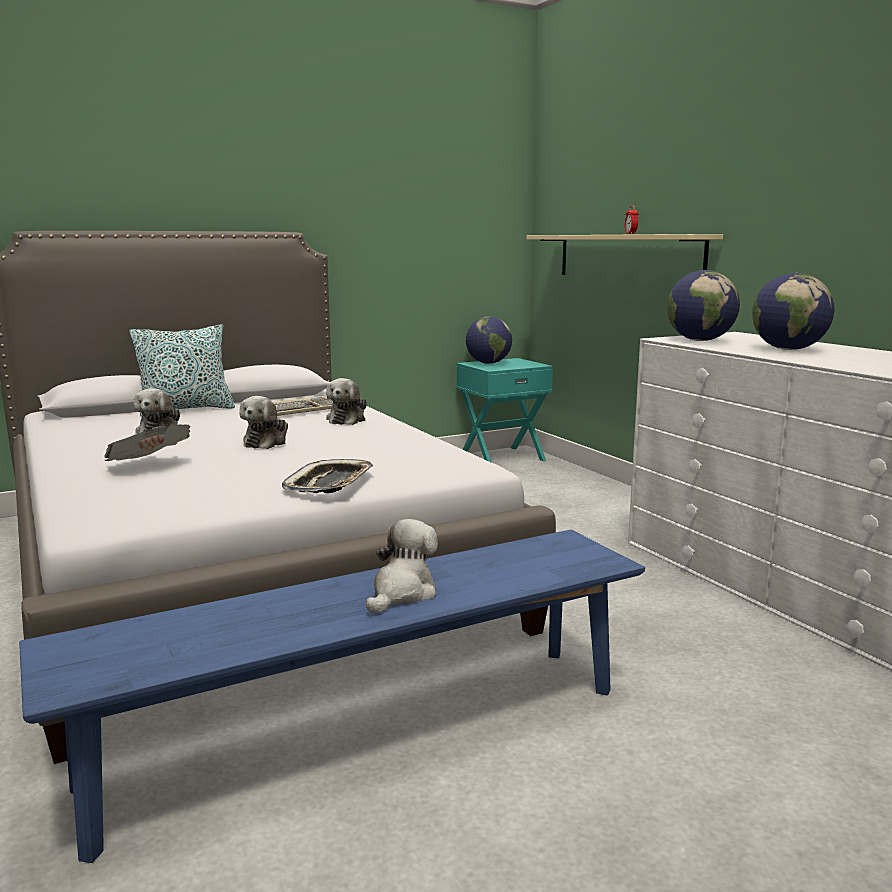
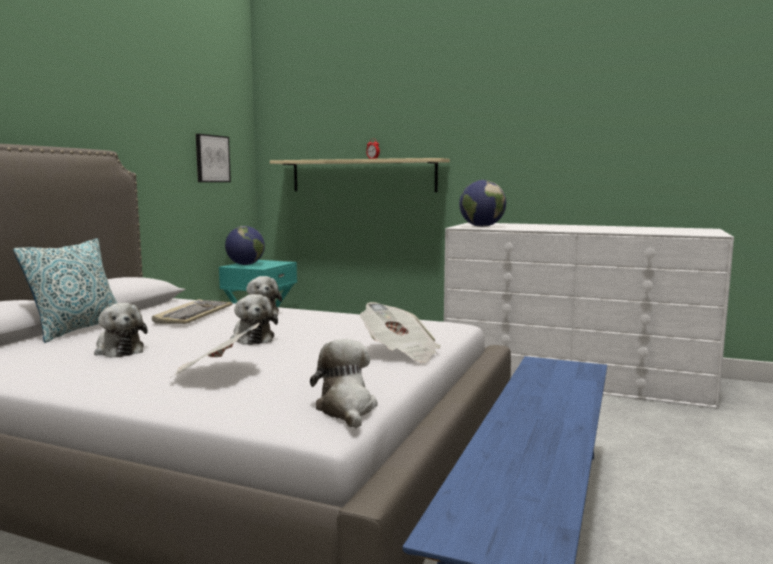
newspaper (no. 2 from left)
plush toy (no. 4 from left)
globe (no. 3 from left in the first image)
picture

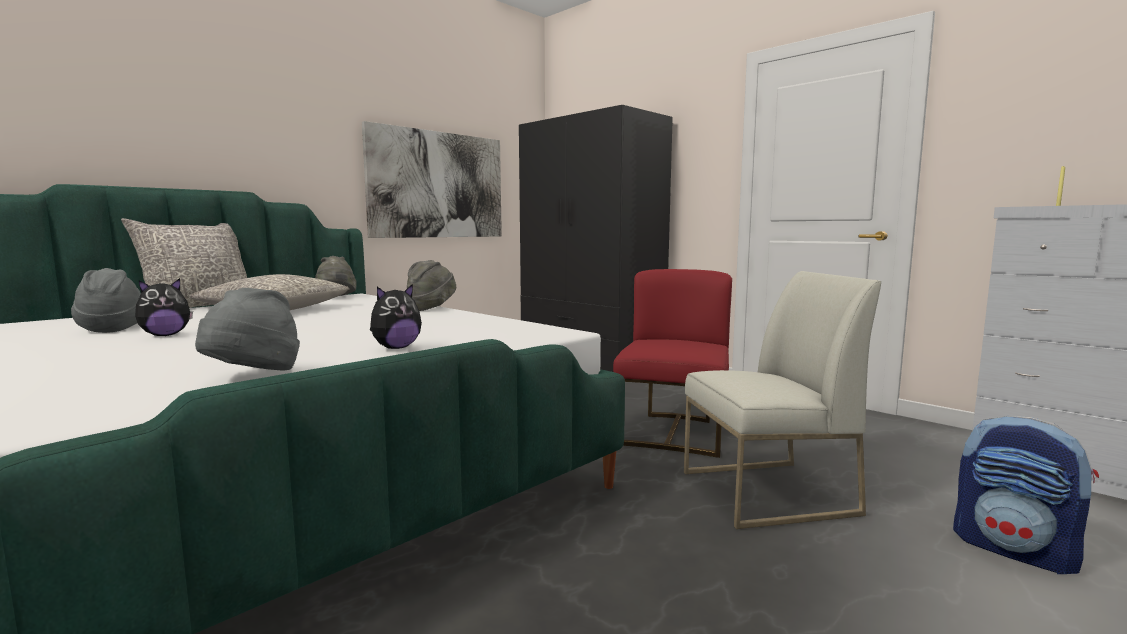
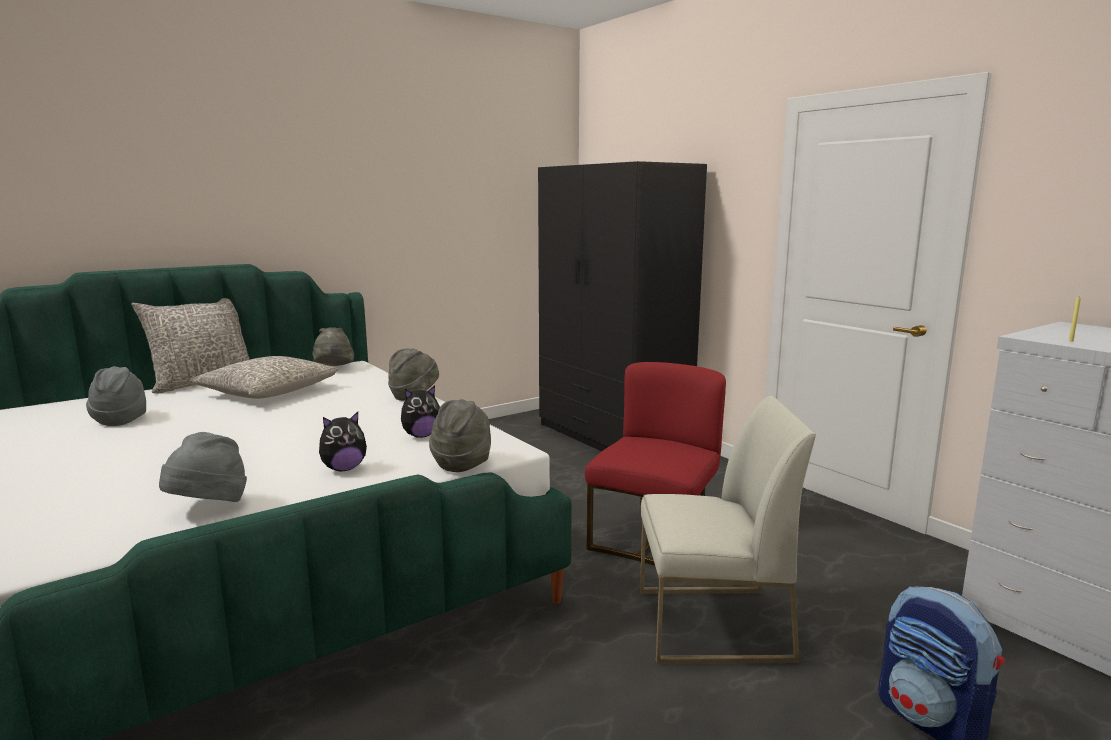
plush toy (no. 2 from left)
picture
hat in grey (no. 5 from left)

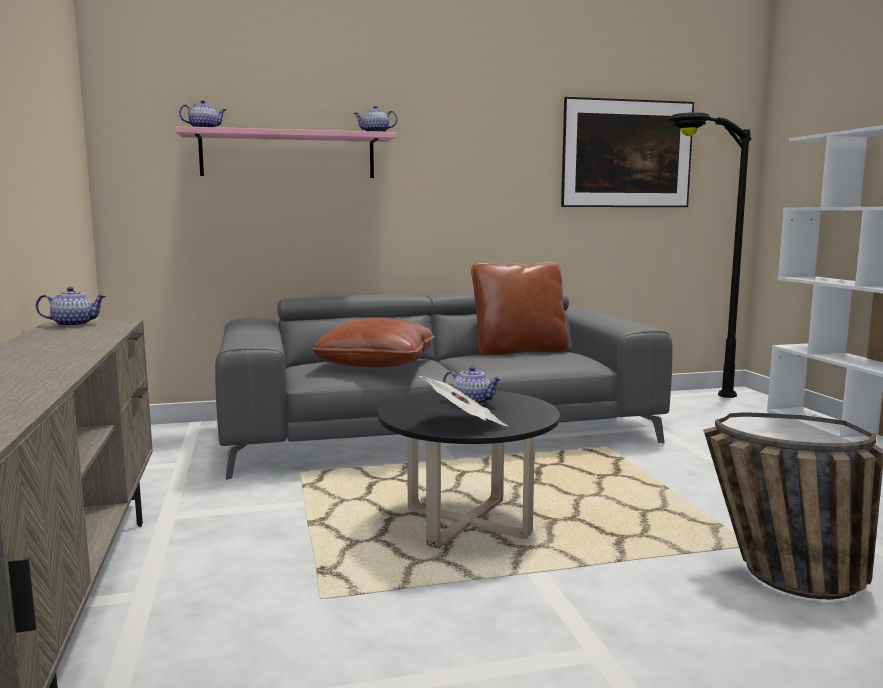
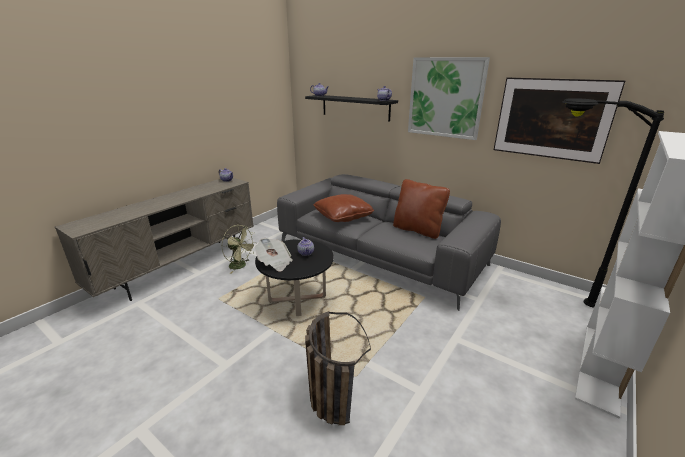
shelf in black
fan in green
picture (no. 1 from left)

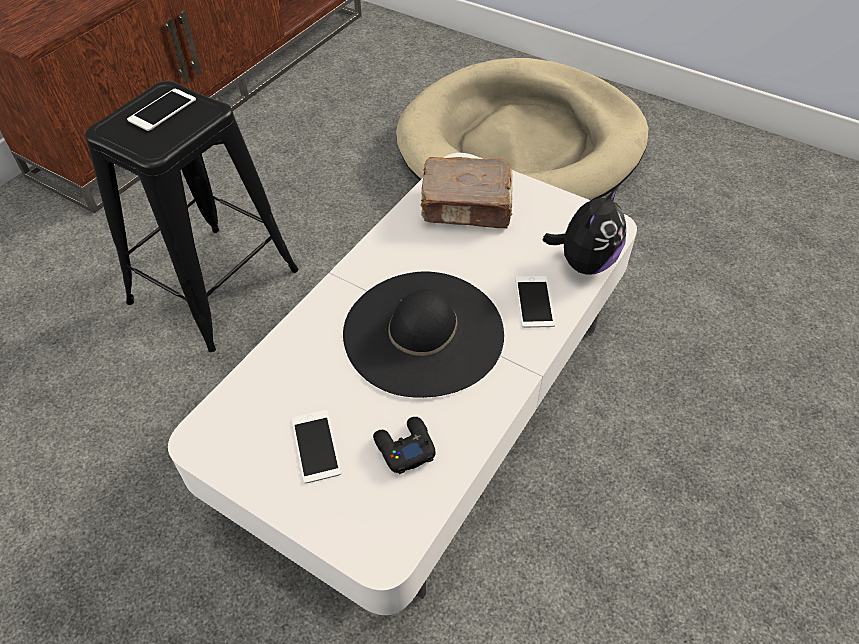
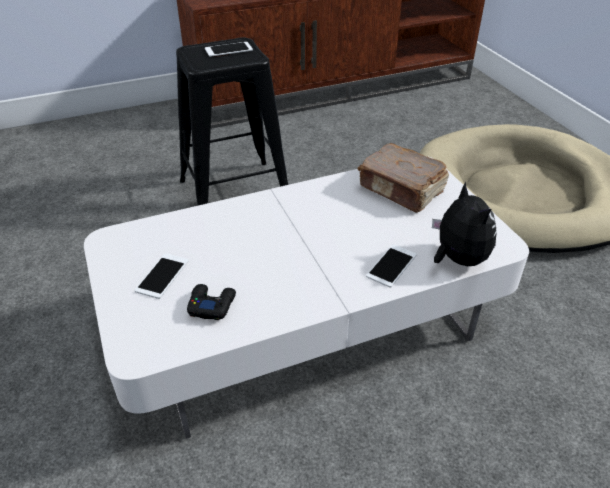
hat in black
plush toy

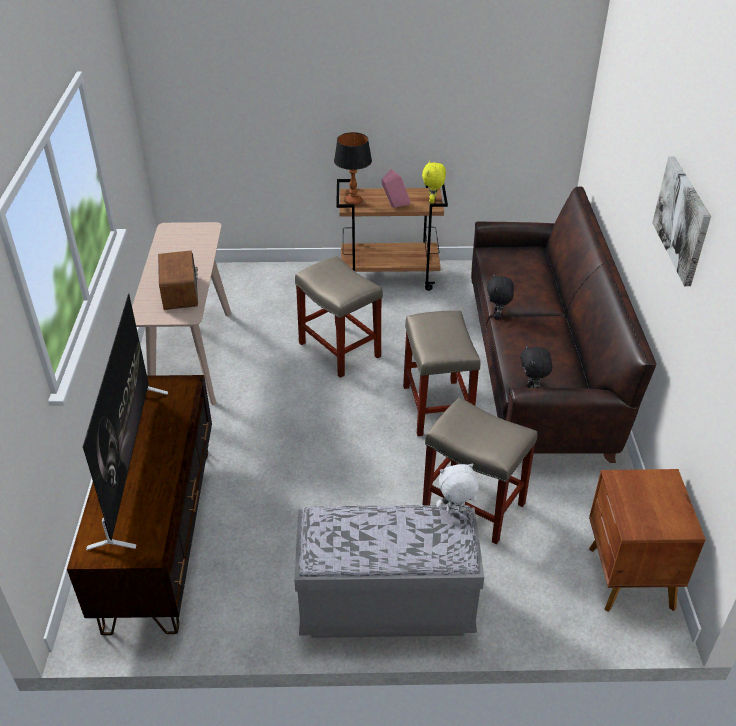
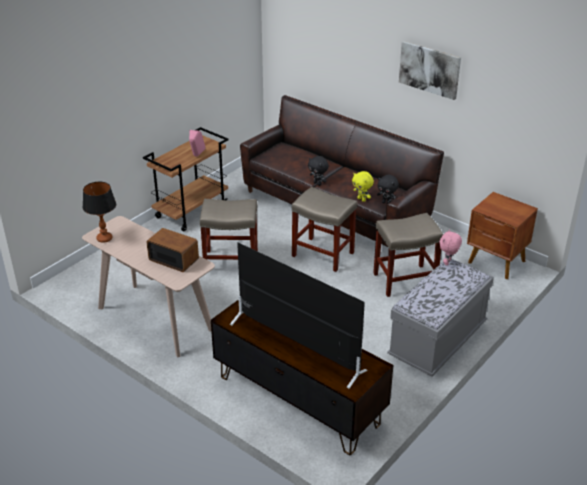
table lamp
plush toy in yellow
plush toy in pink

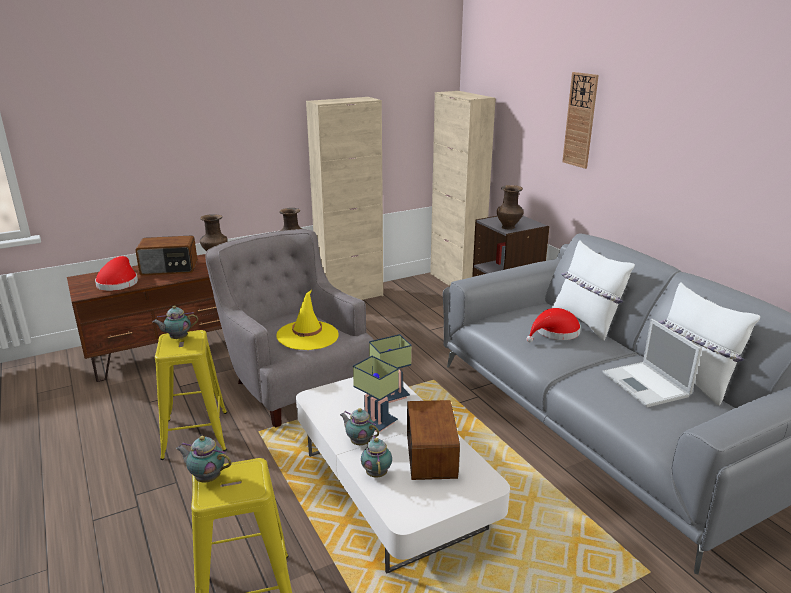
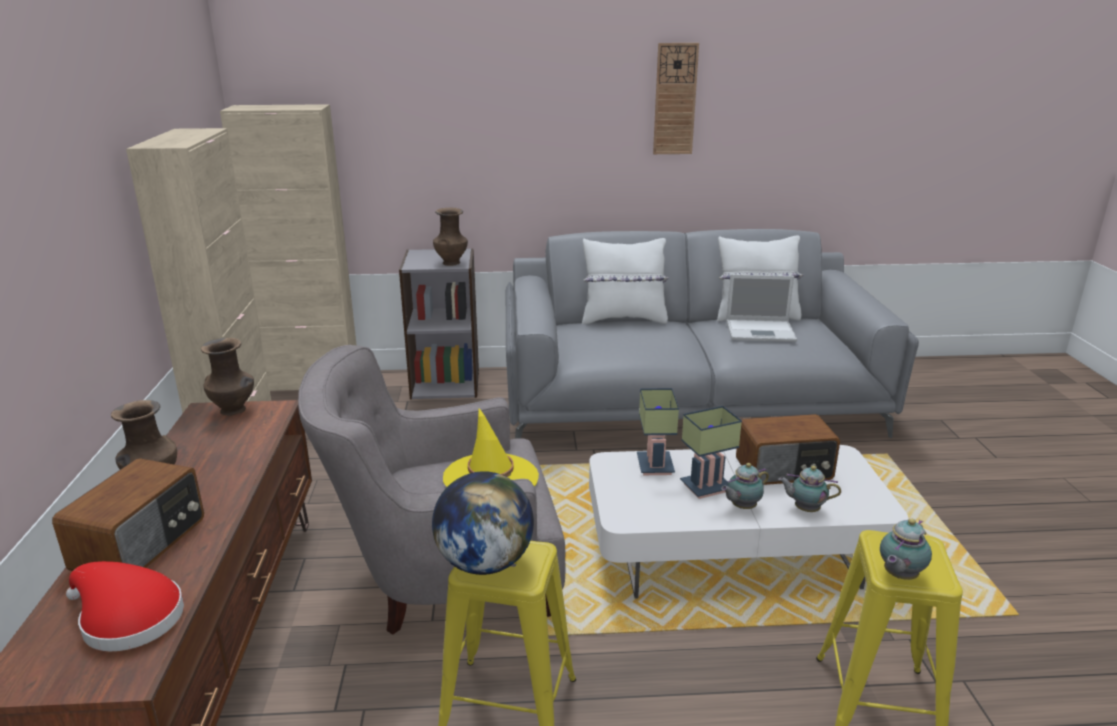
globe
radio (no. 2 from left)
hat in red (no. 2 from left in the first image)
wall clock

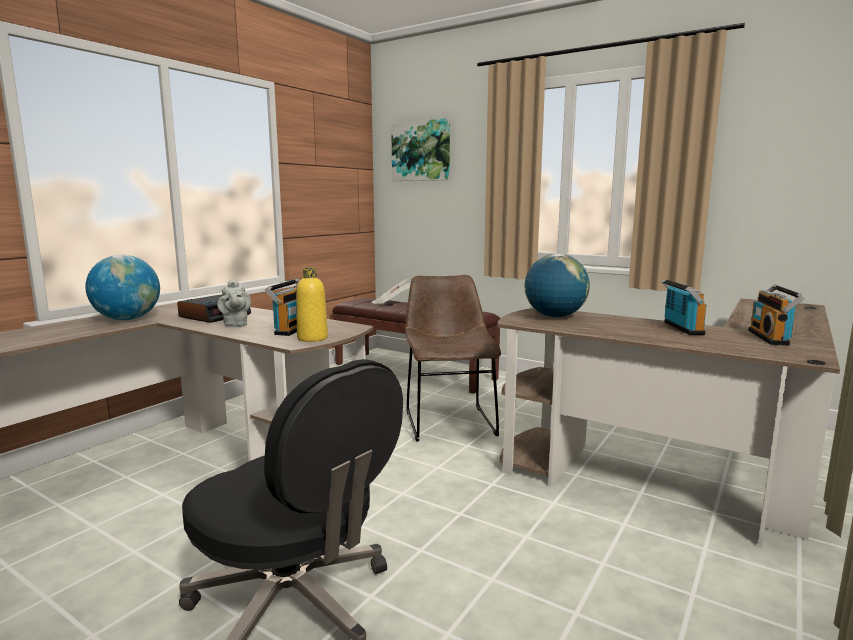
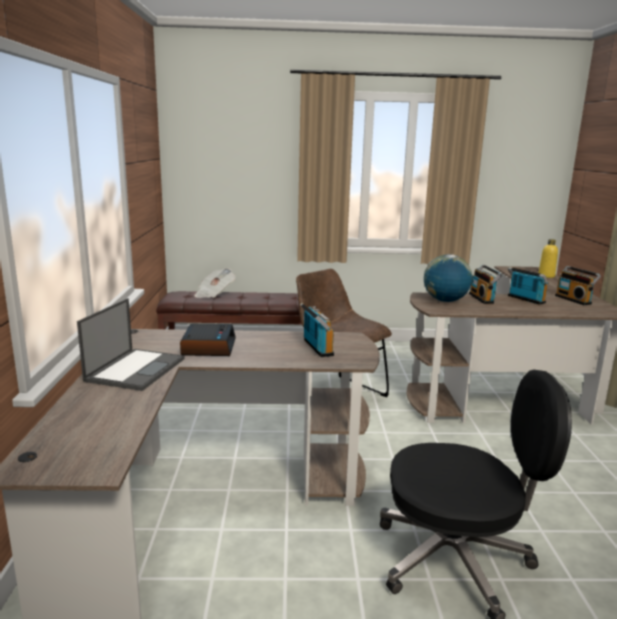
laptop
teapot in grey
bottle in yellow
picture
radio (no. 2 from left)

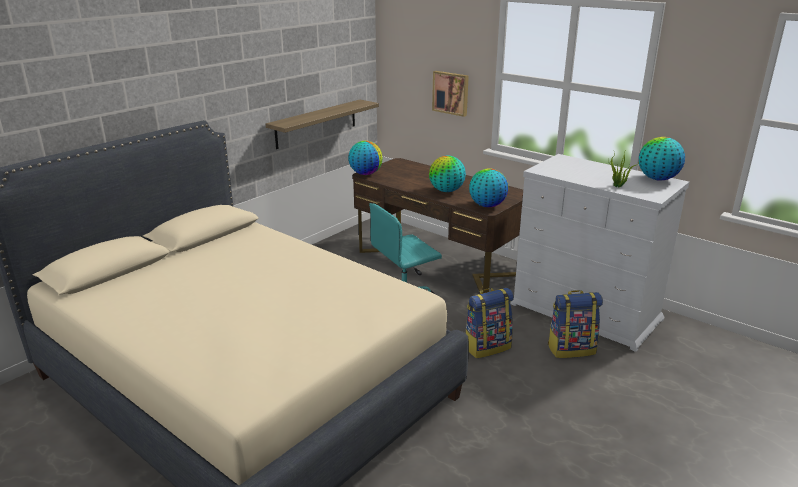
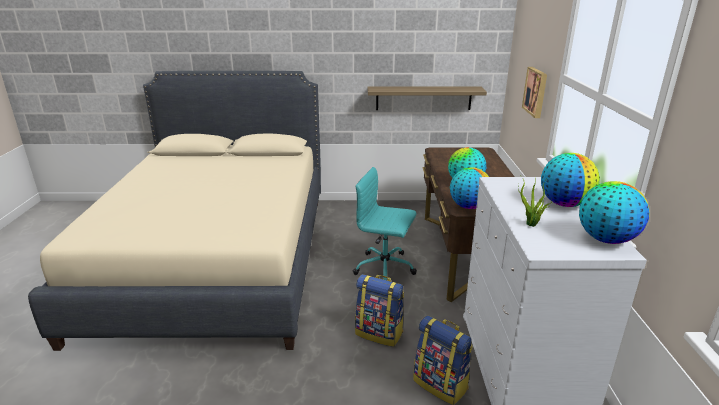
globe (no. 3 from left)

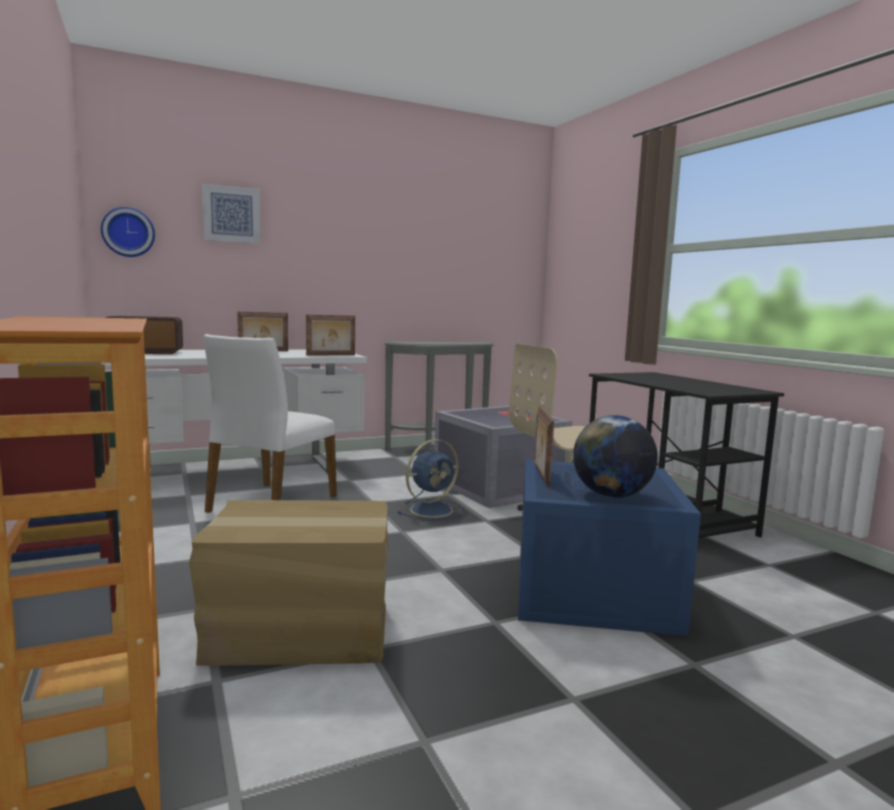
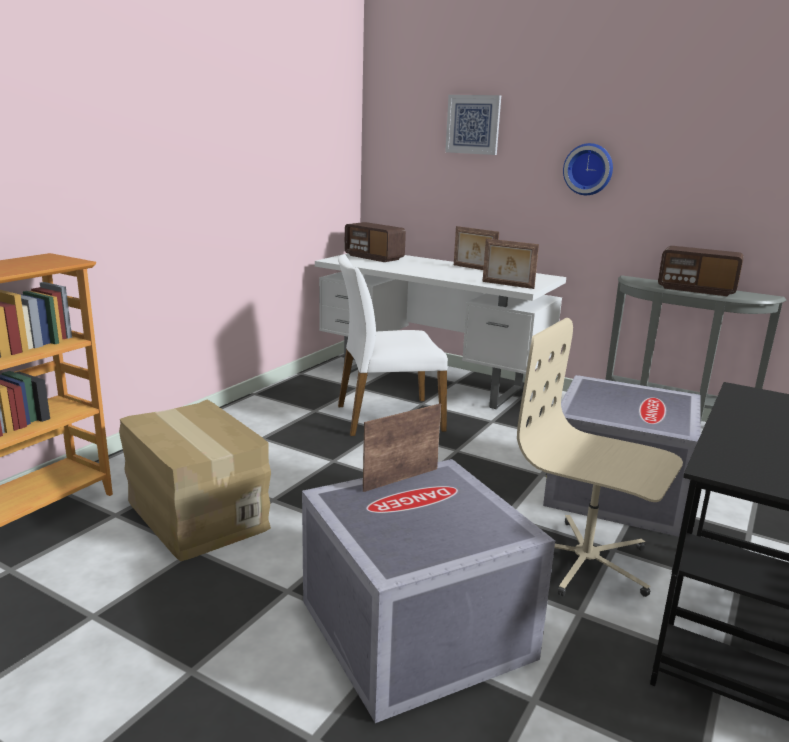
wall clock
fan in blue
storage box in grey (no. 1 from left)
globe
radio (no. 2 from left)

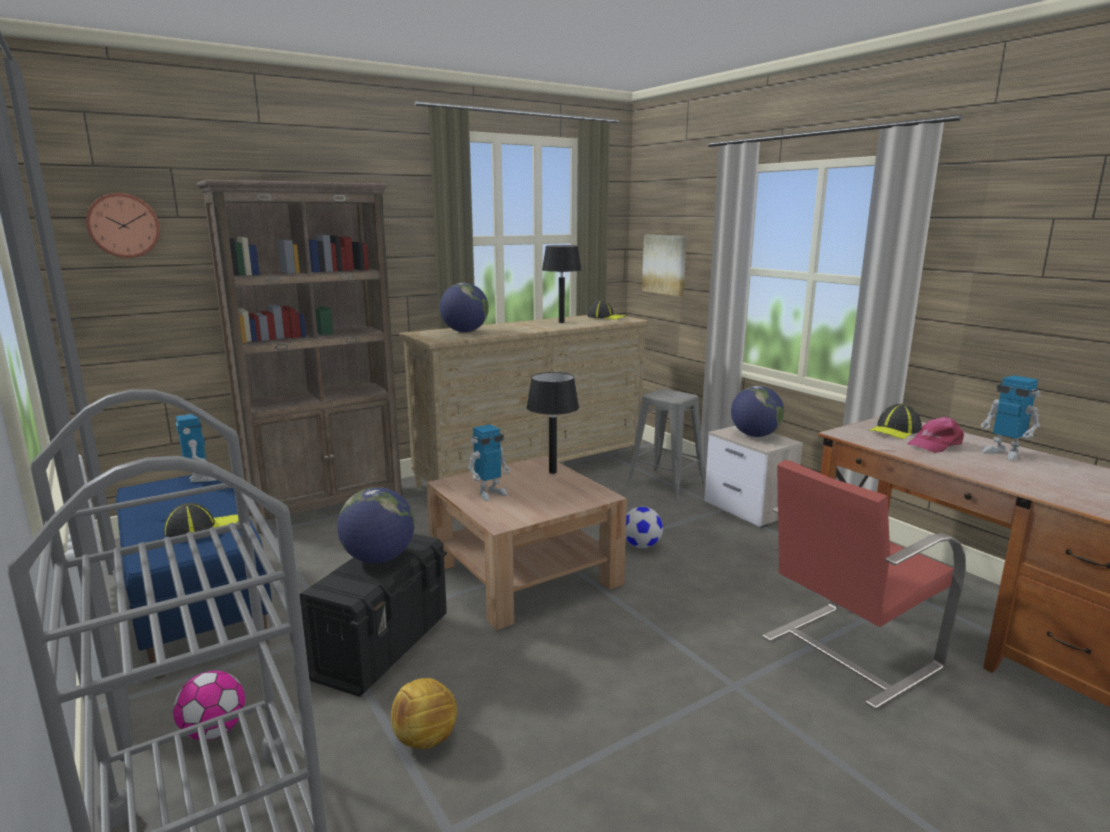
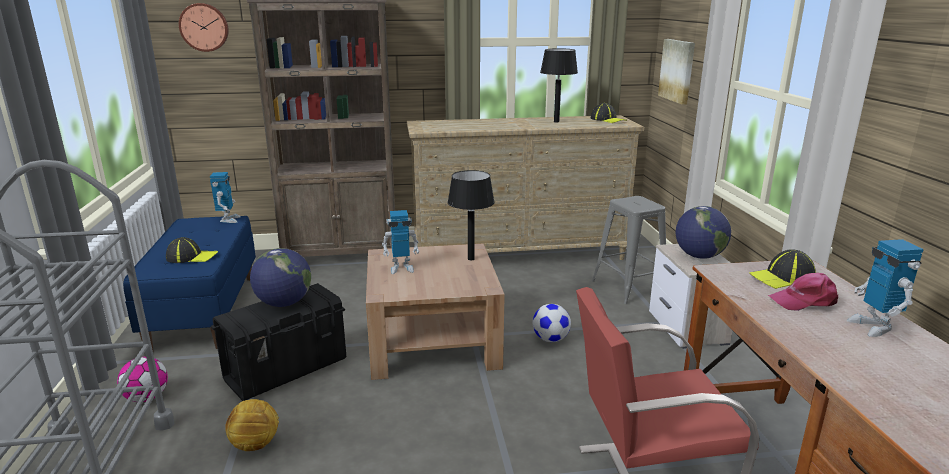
globe (no. 2 from left in the first image)

